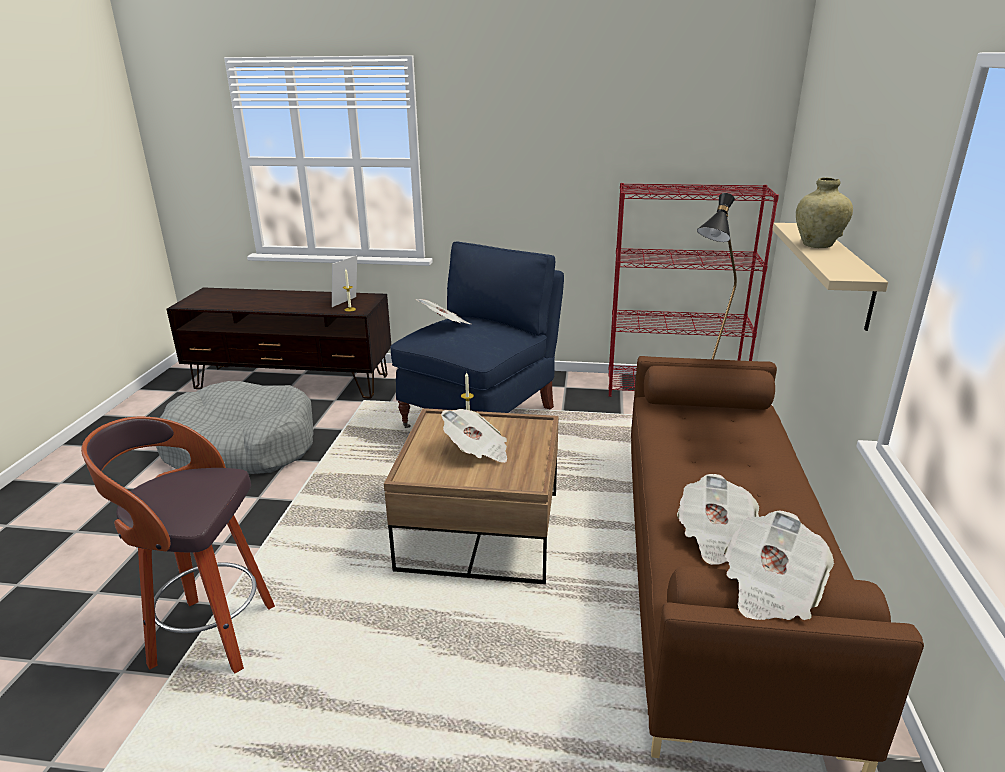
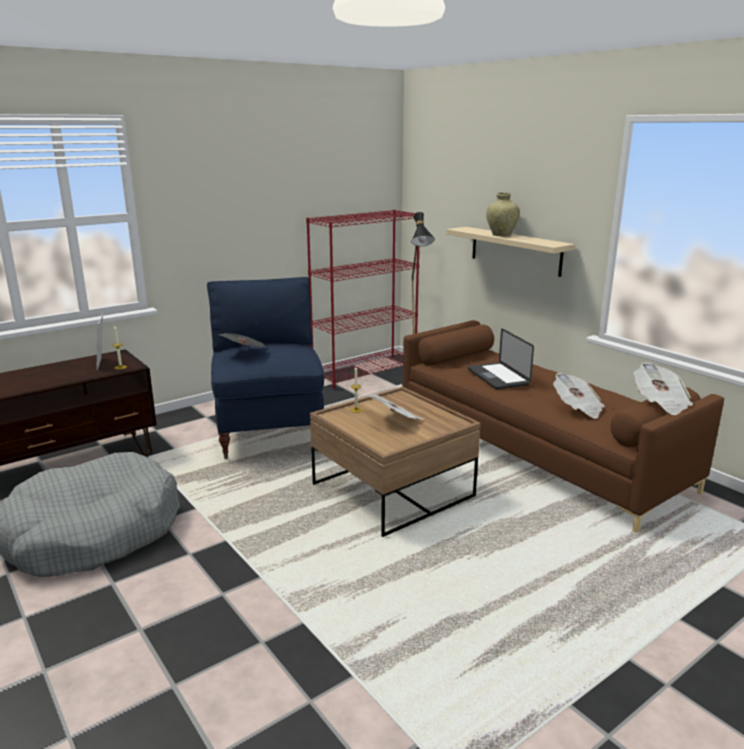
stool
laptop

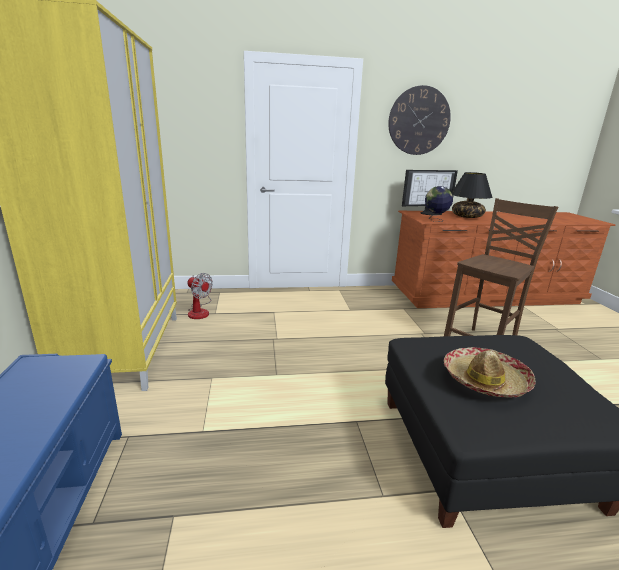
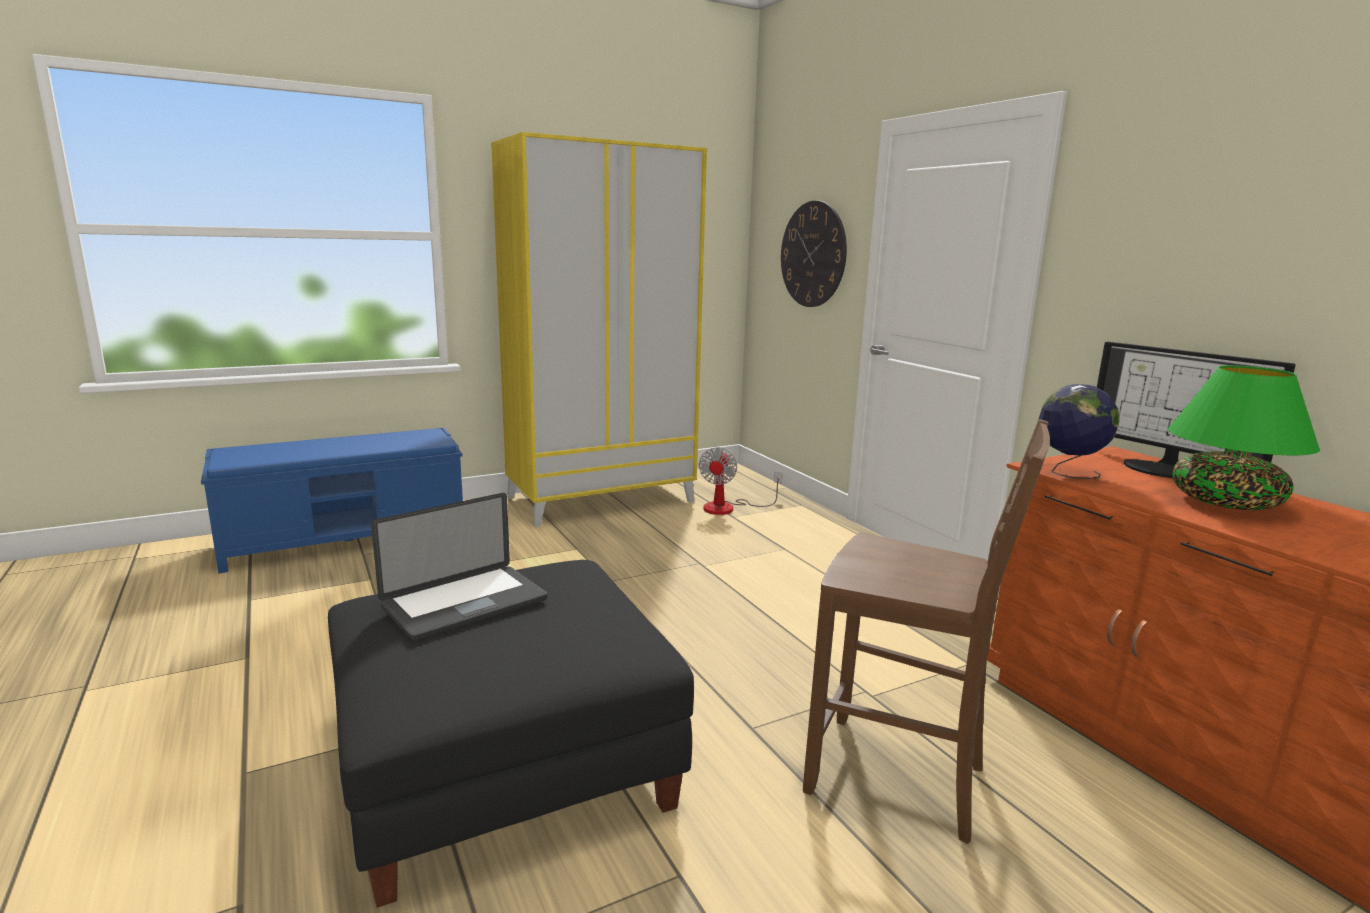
wall clock
laptop
table lamp in green

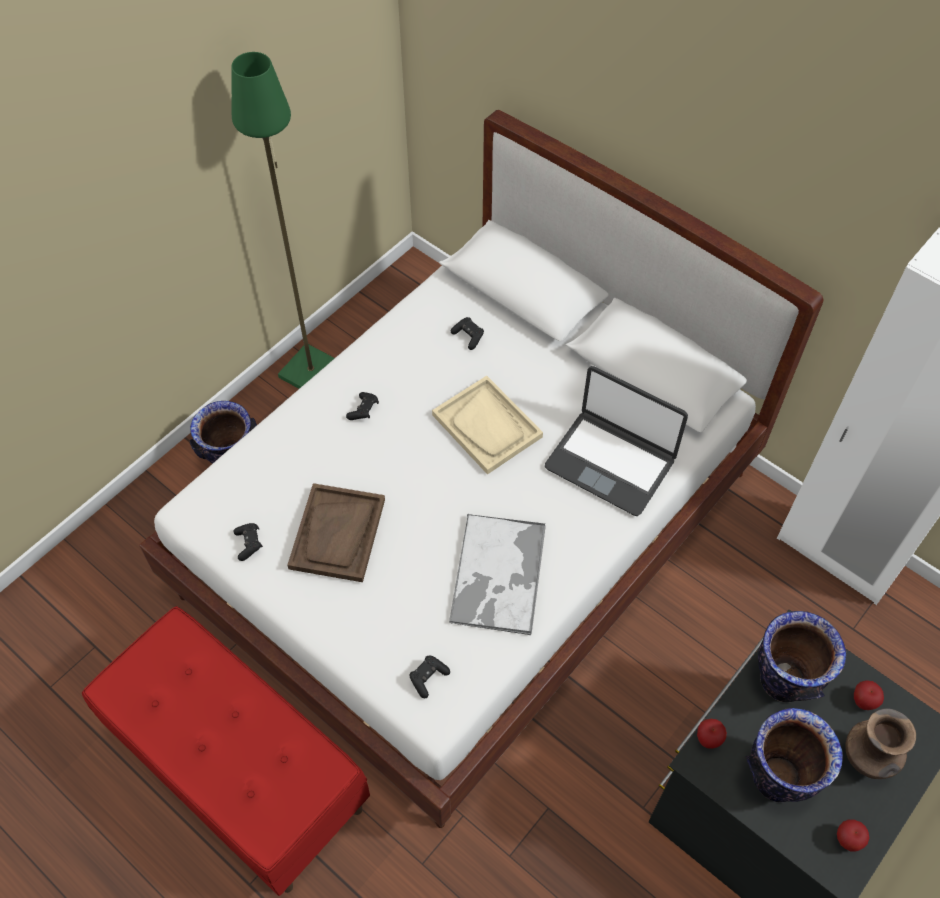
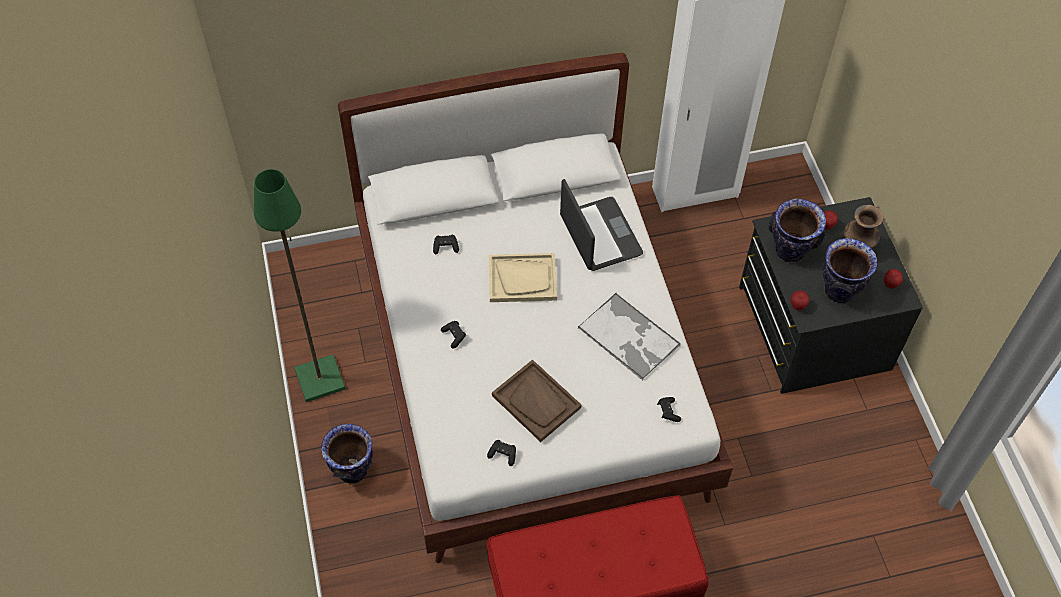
laptop

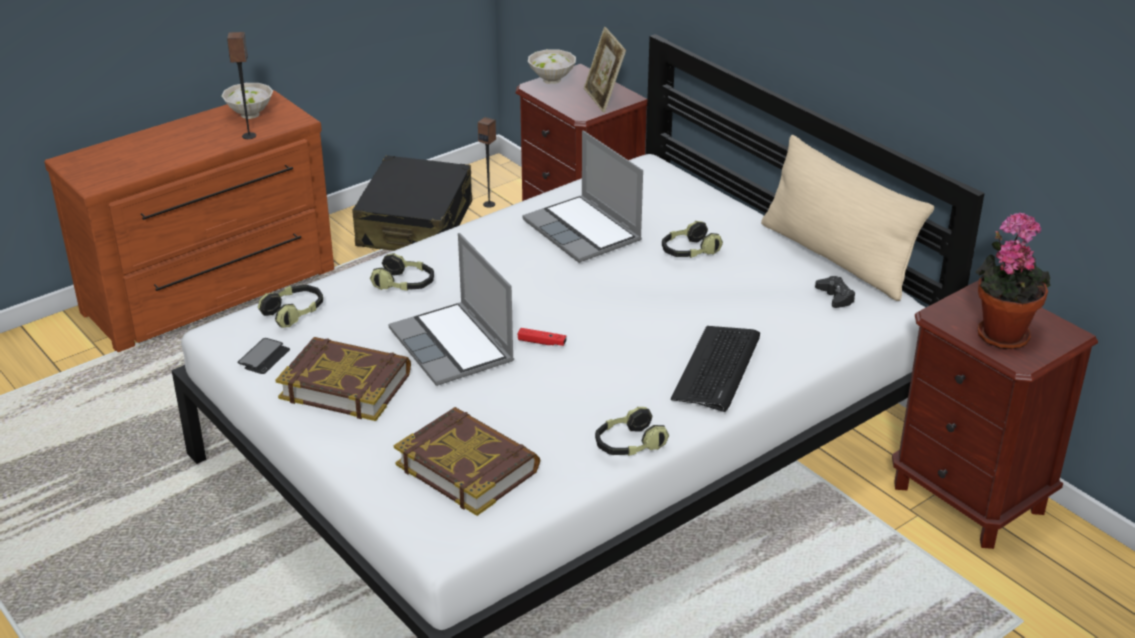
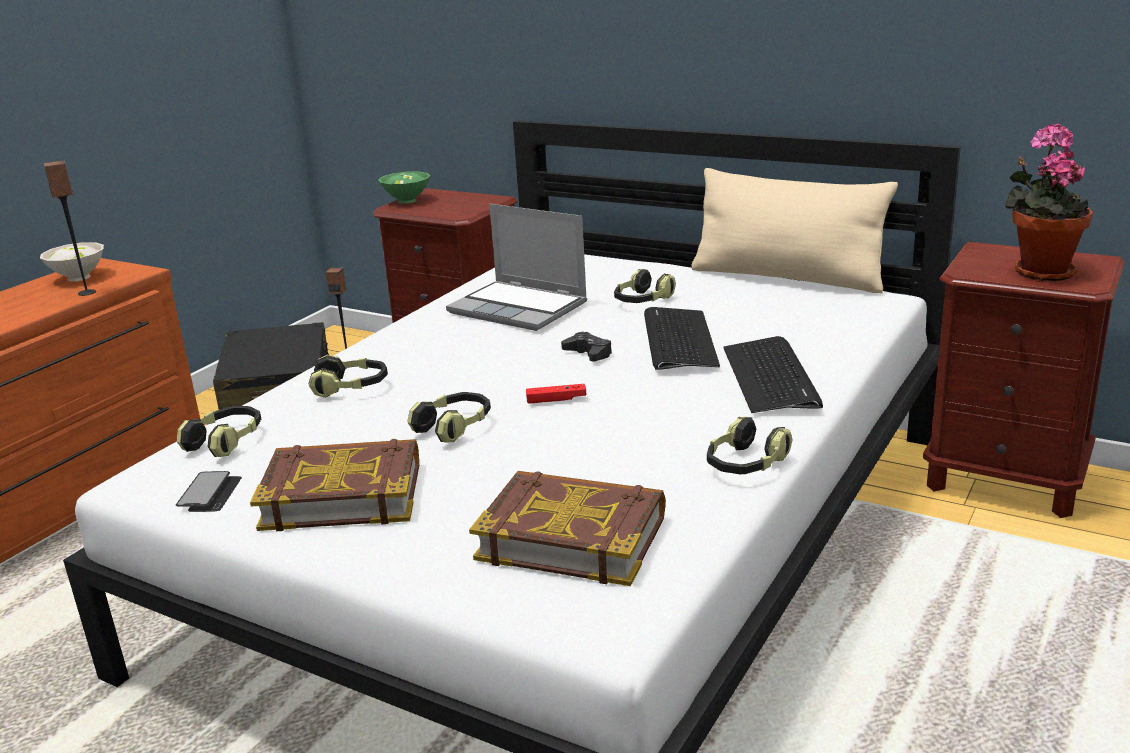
headphones (no. 3 from left)
bowl in green
picture frame
game controller in black
keyboard (no. 1 from left)

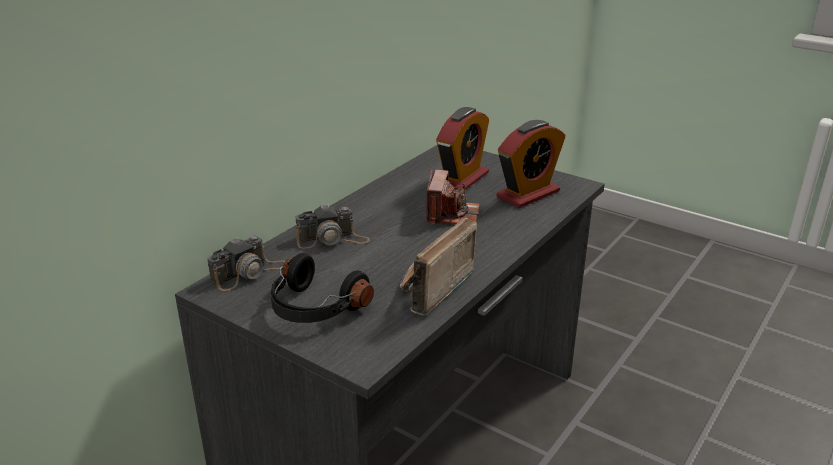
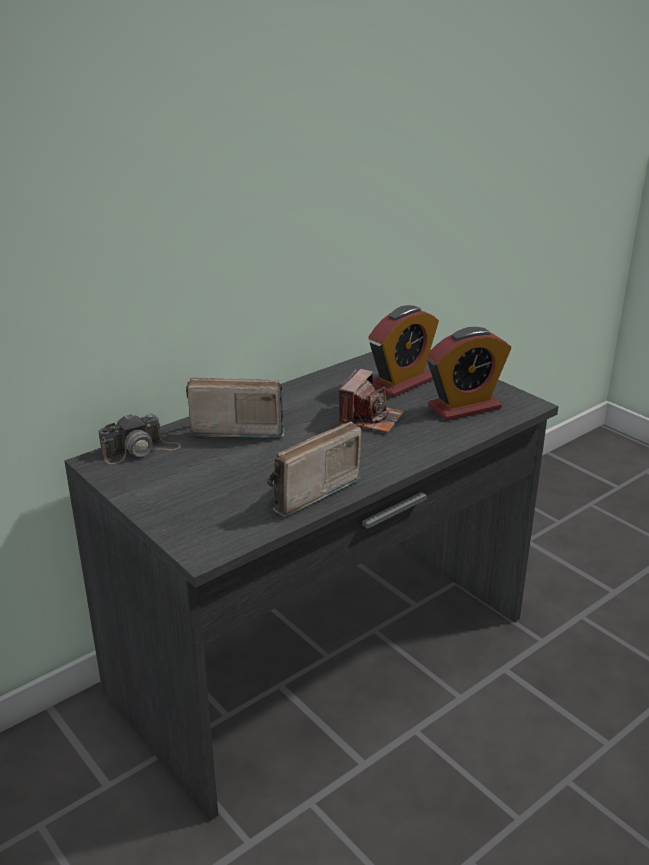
headphones in black
radio (no. 1 from left)

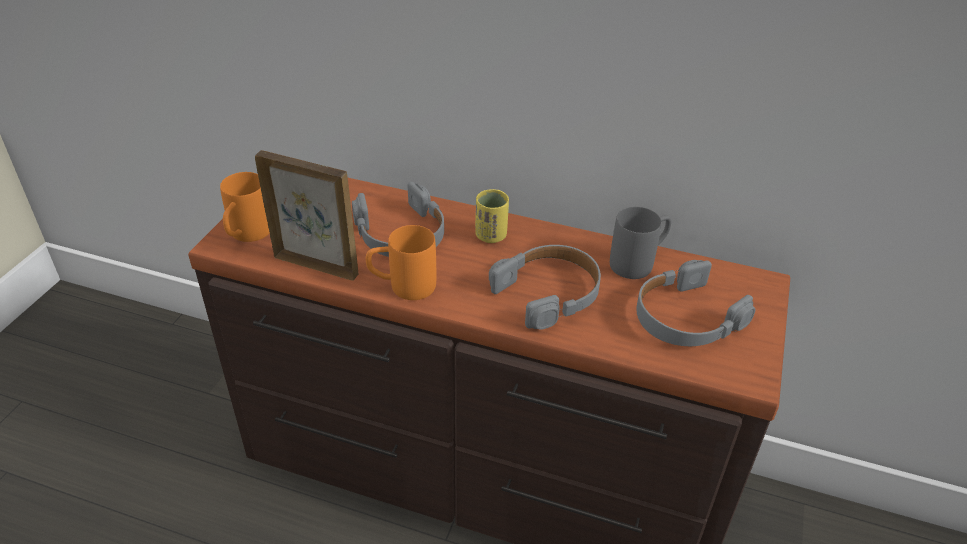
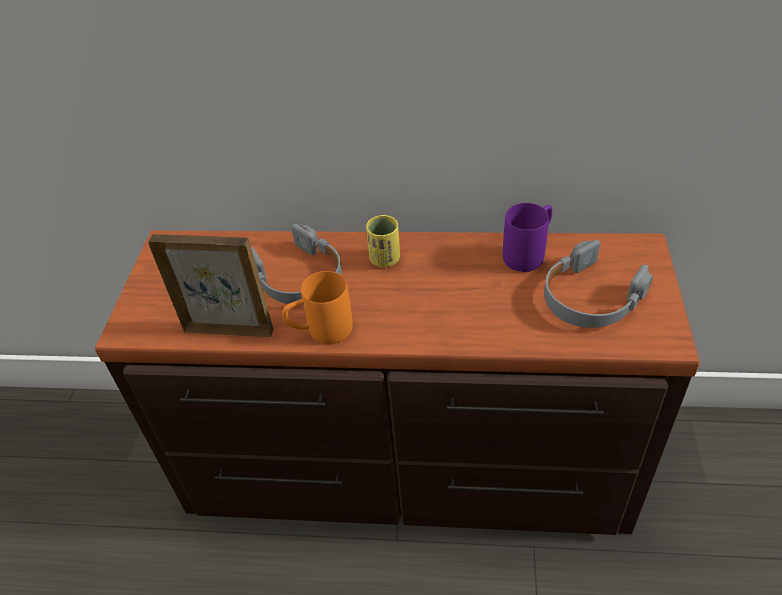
mug in orange (no. 1 from left in the first image)
headphones in grey (no. 2 from left in the first image)
mug in purple

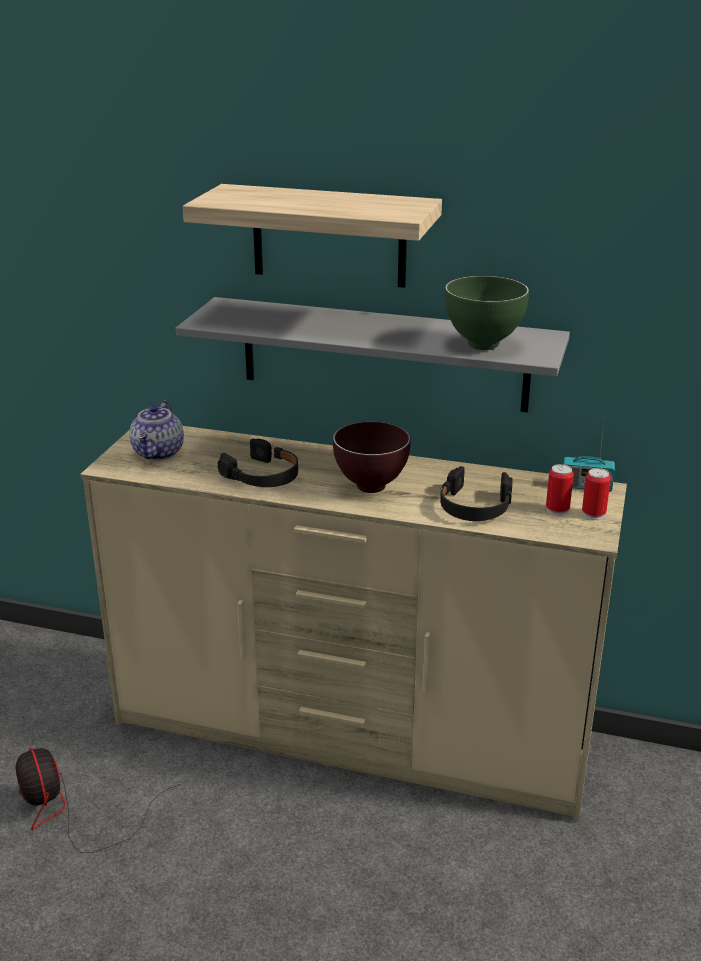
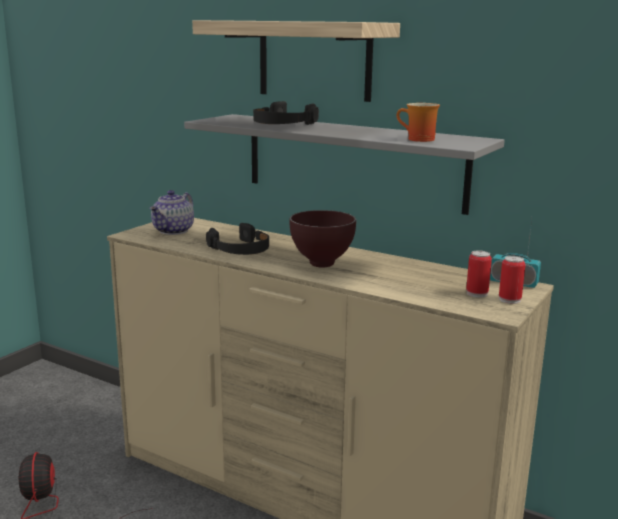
headphones in black (no. 2 from left)
mug

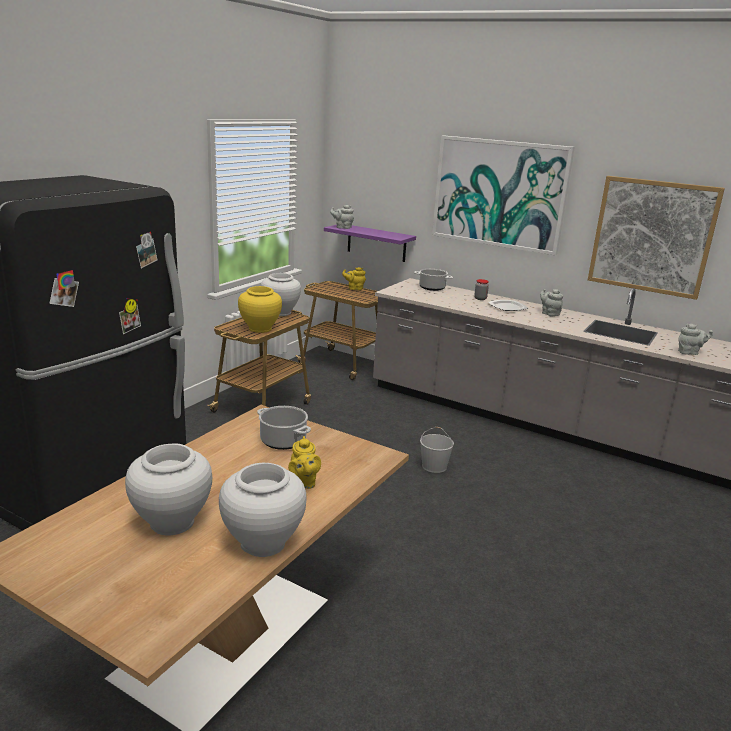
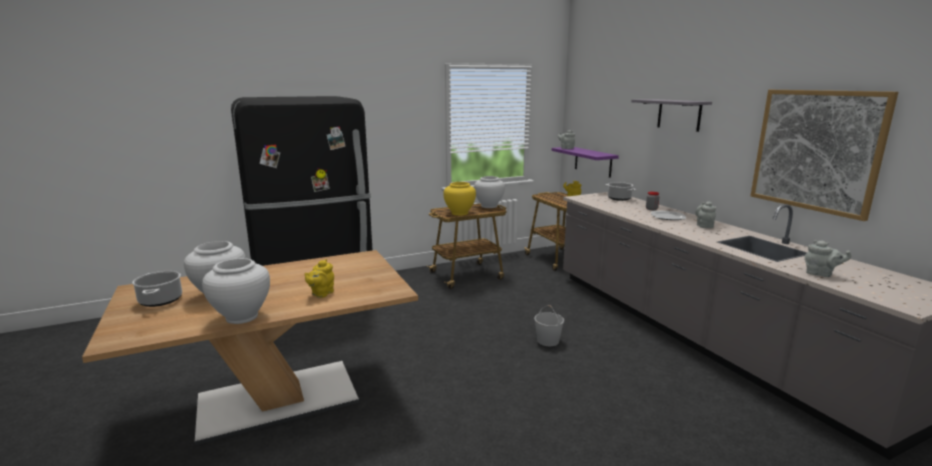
cooking pot (no. 1 from left)
shelf in grey

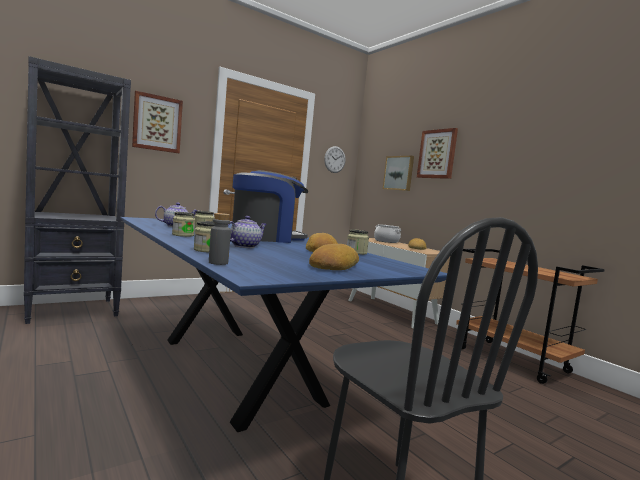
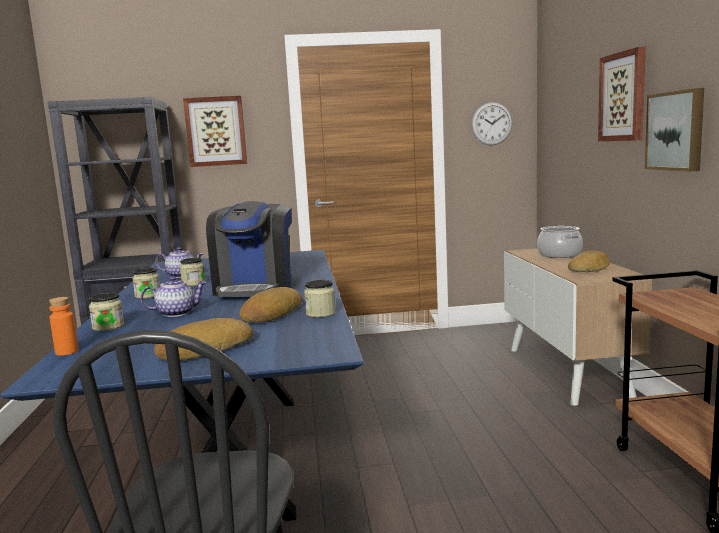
bottle in orange
coffee machine
picture (no. 3 from left)

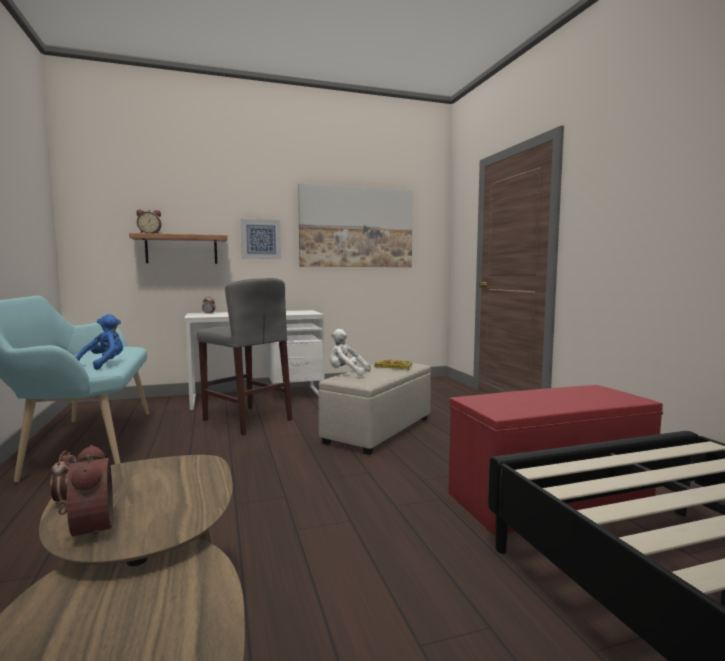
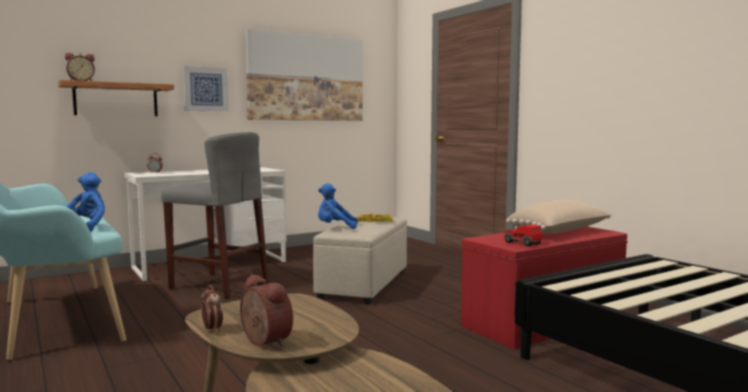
plush toy in blue (no. 2 from left)
toy car
pillow in beige

